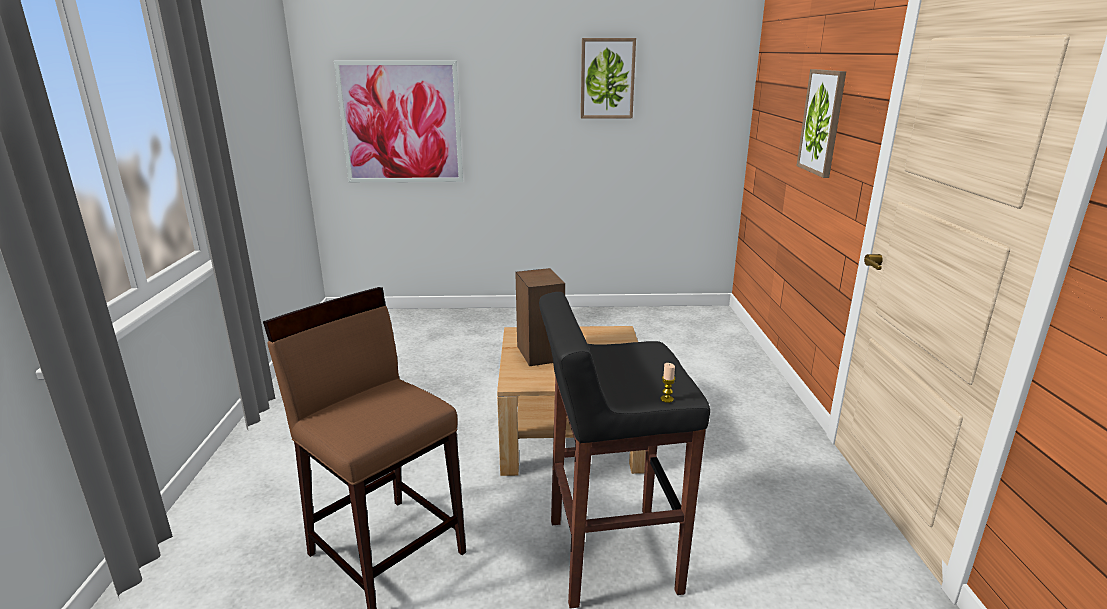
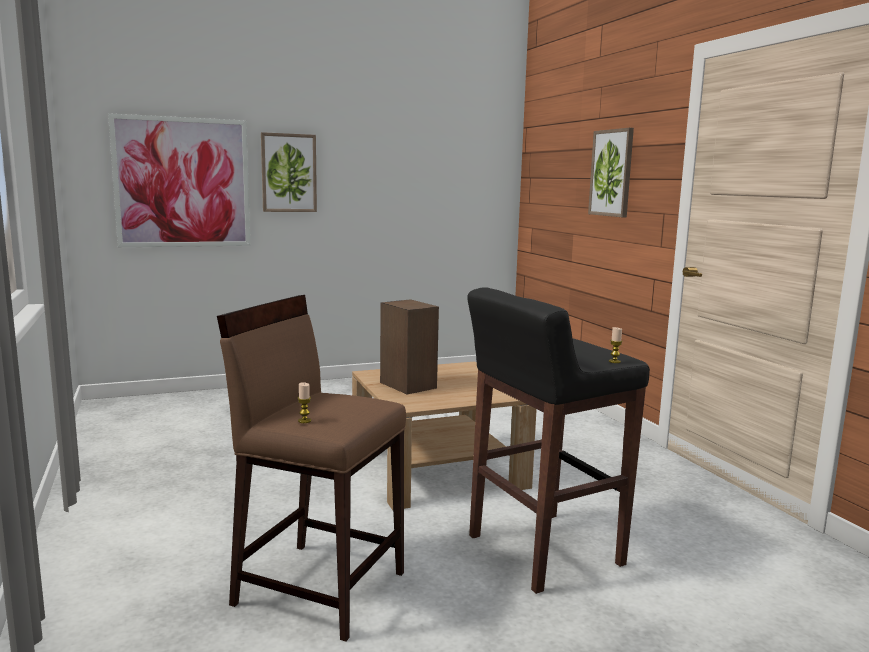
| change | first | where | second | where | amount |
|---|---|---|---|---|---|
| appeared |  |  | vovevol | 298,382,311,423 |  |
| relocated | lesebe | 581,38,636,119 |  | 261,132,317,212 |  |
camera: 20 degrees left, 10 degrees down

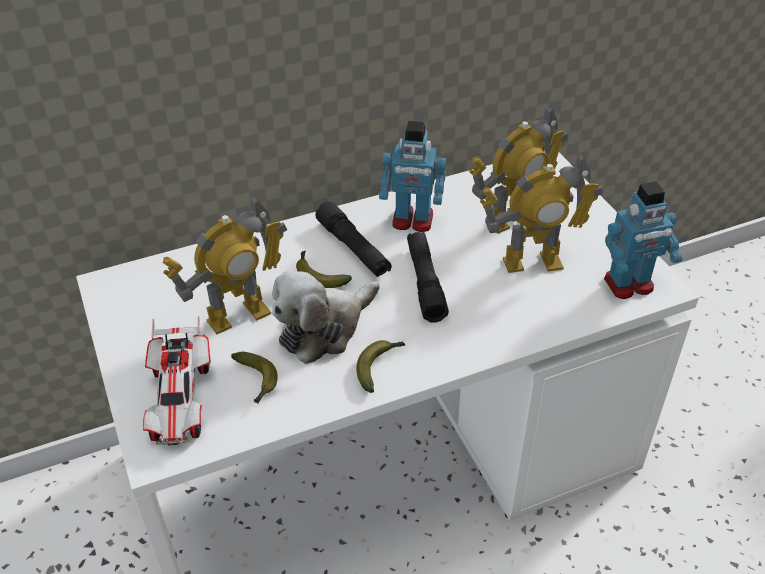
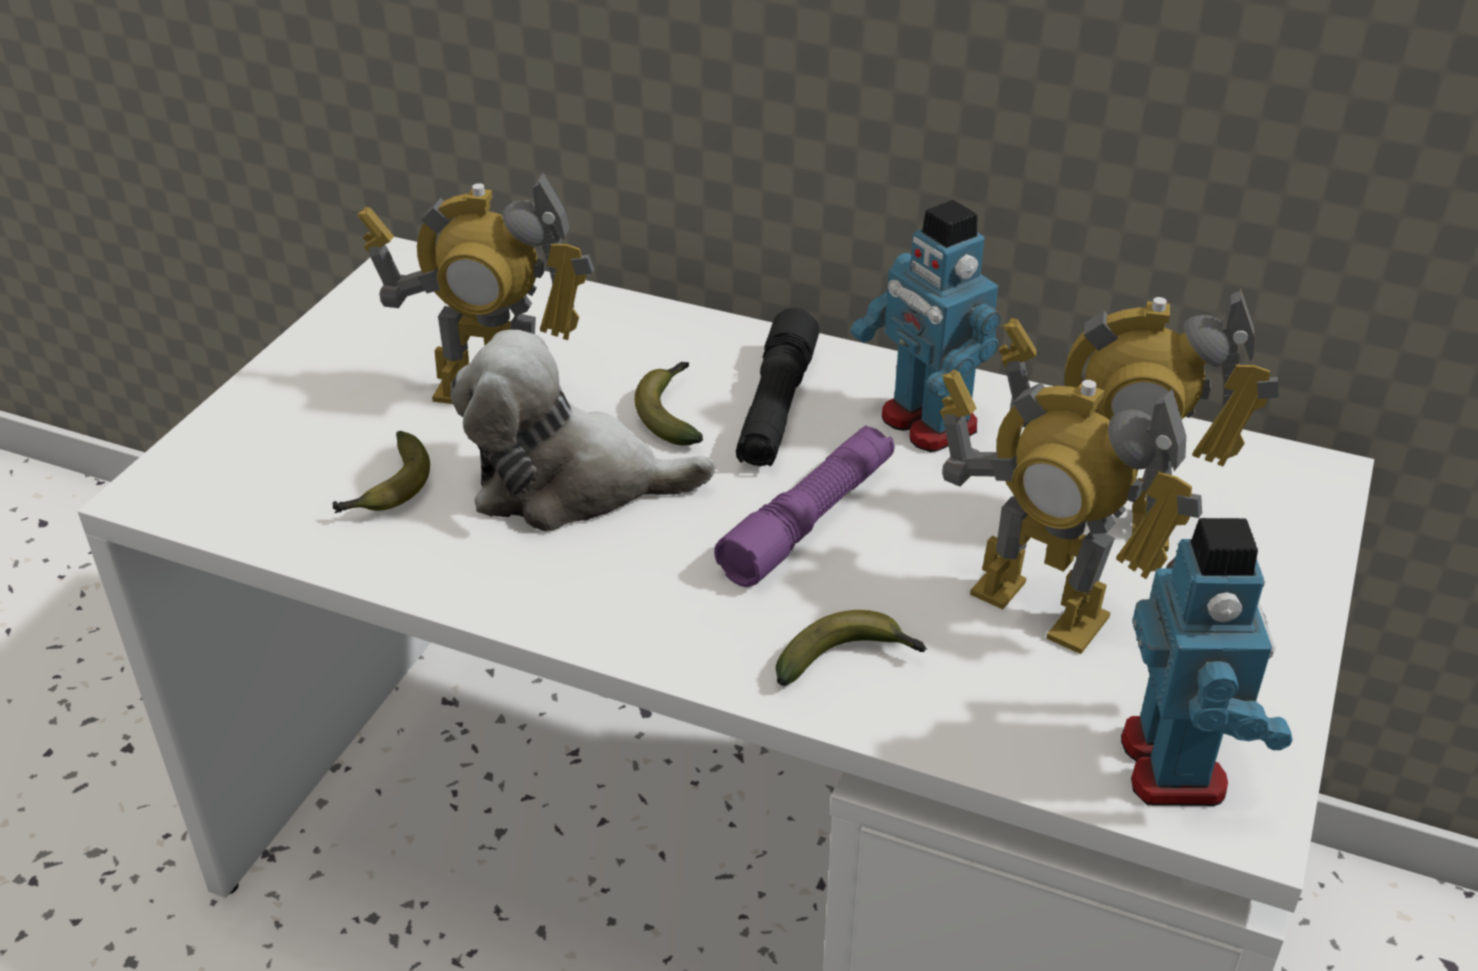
| change | first | where | second | where | amount |
|---|---|---|---|---|---|
| missing | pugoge | 143,316,211,446 |  |  |  |
| relocated | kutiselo | 356,340,405,393 |  | 776,610,927,686 |  |
| colour | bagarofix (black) | 407,232,449,323 | bagarofix (purple) | 714,425,895,587 |  |
| spun | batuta | 604,181,683,299 |  | 1121,518,1293,806 | 120 degrees counterclockwise |
camera: 45 degrees right, 5 degrees down

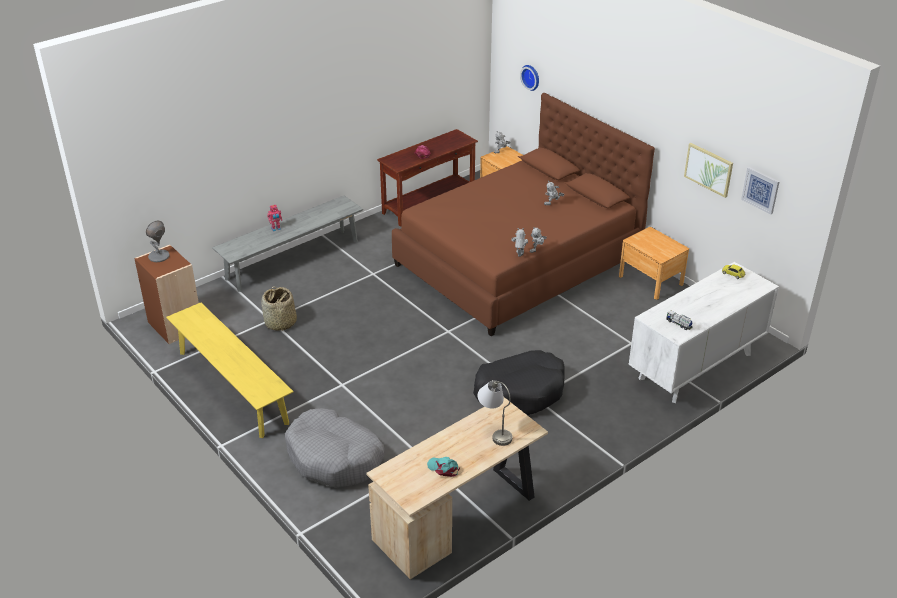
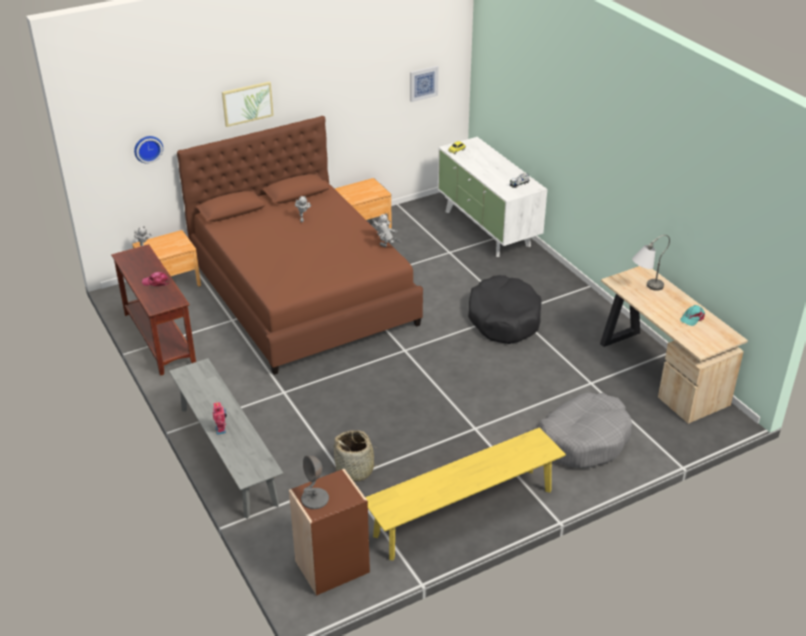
| change | first | where | second | where | amount |
|---|---|---|---|---|---|
| relocated | lesebe | 684,143,733,198 |  | 222,82,274,127 |  |
camera: 80 degrees left, 0 degrees up

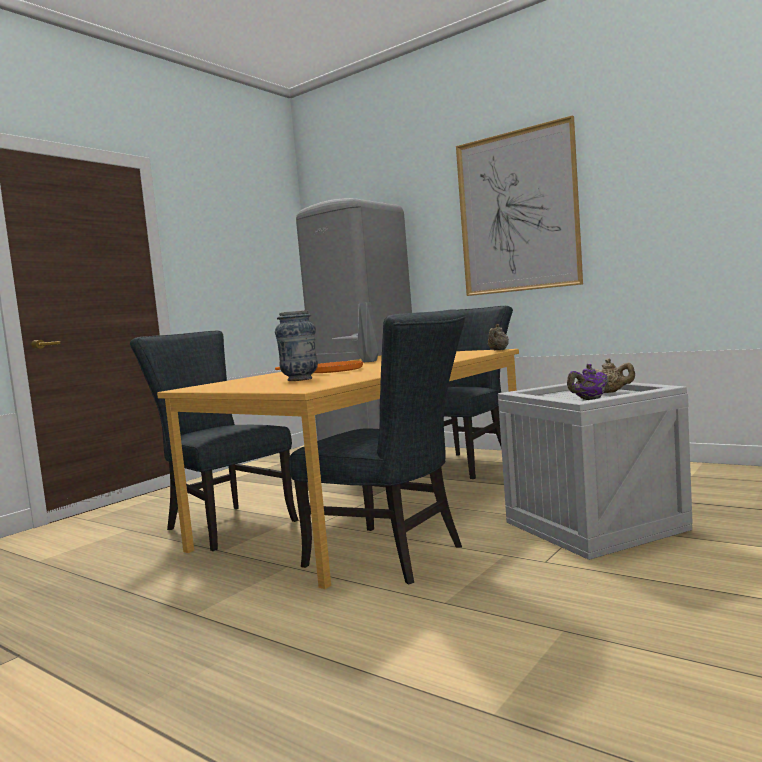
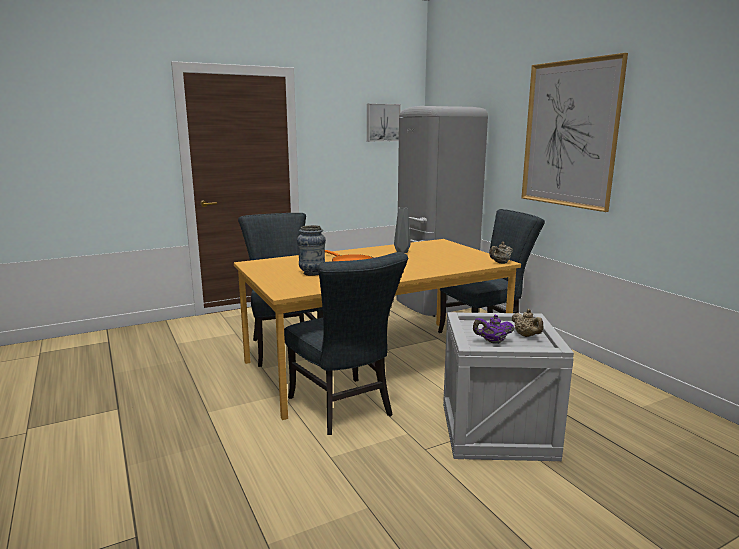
| change | first | where | second | where | amount |
|---|---|---|---|---|---|
| appeared |  |  | lesebe | 367,103,401,142 |  |
camera: 25 degrees right, 10 degrees up

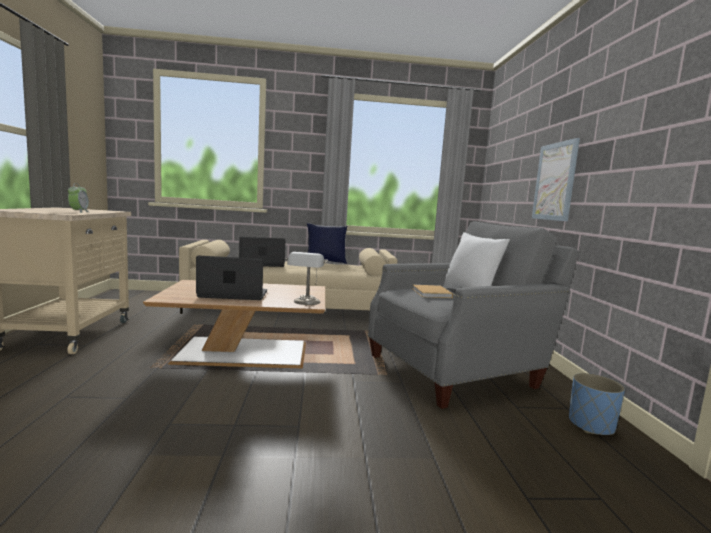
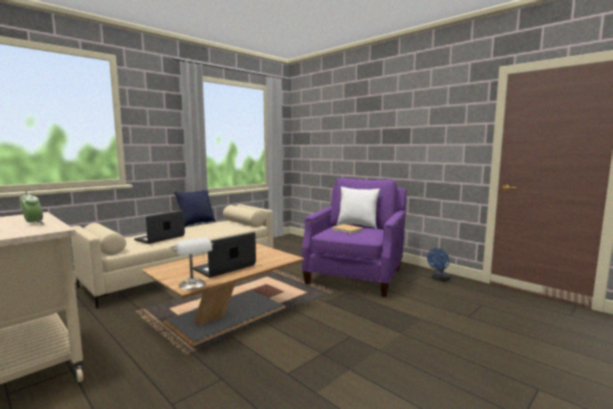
| change | first | where | second | where | amount |
|---|---|---|---|---|---|
| missing | lesebe | 532,138,580,221 |  |  |  |
| relocated | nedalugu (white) | 285,252,328,305 |  | 171,238,214,290 |  |
| exchanged | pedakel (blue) | 569,373,625,435 | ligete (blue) | 427,248,450,281 |  |
| colour | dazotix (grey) | 368,221,579,409 | dazotix (purple) | 302,178,407,297 |  |
camera: 40 degrees left, 0 degrees up

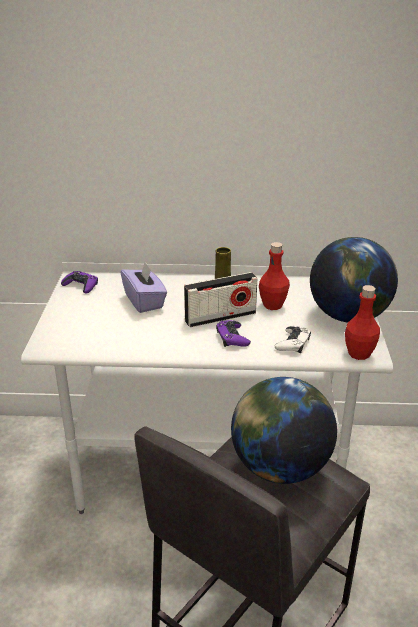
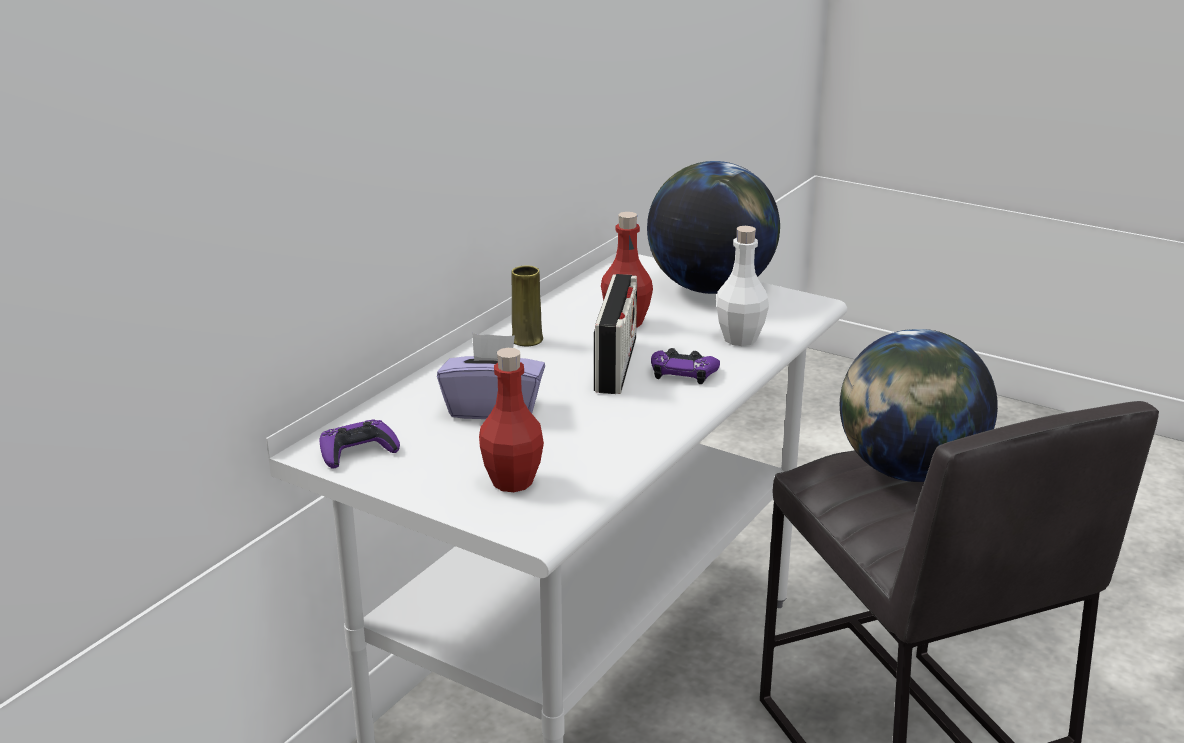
| change | first | where | second | where | amount |
|---|---|---|---|---|---|
| relocated | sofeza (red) | 345,285,380,360 |  | 479,348,544,492 |  |
| exchanged | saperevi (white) | 274,326,311,353 | sofeza (white) | 716,226,769,346 |  |
camera: 60 degrees left, 5 degrees down

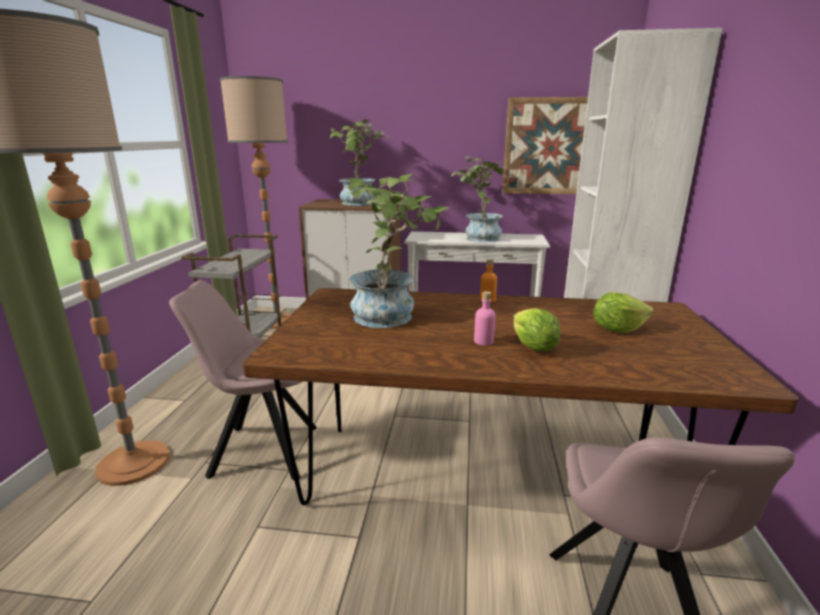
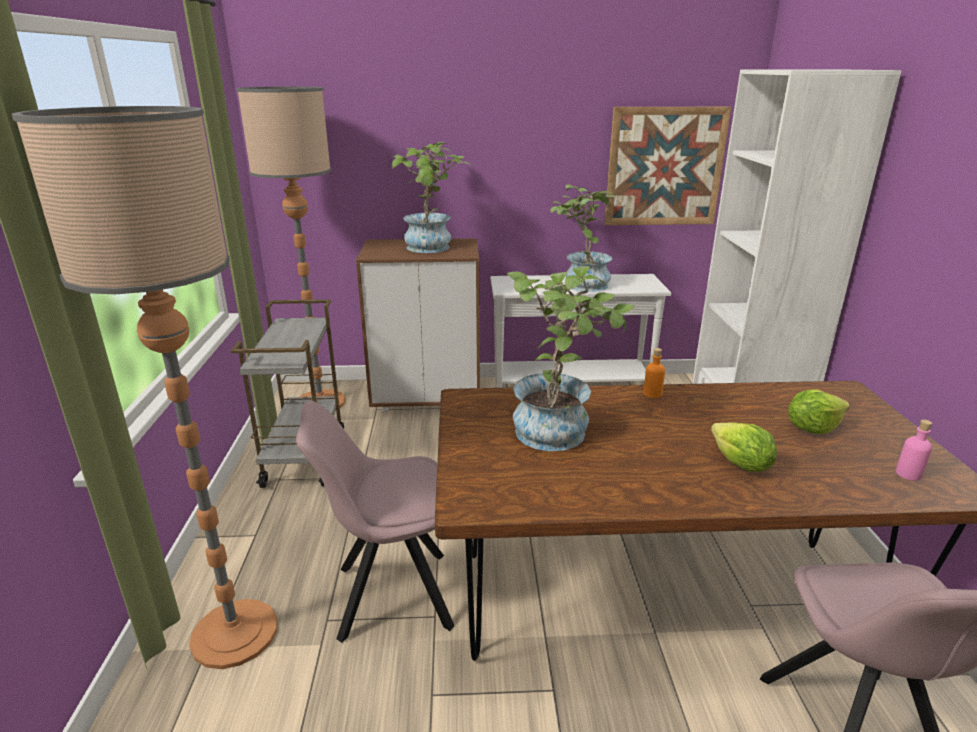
| change | first | where | second | where | amount |
|---|---|---|---|---|---|
| relocated | sofeza (pink) | 474,291,496,346 |  | 896,419,933,481 |  |
camera: 10 degrees left, 5 degrees up

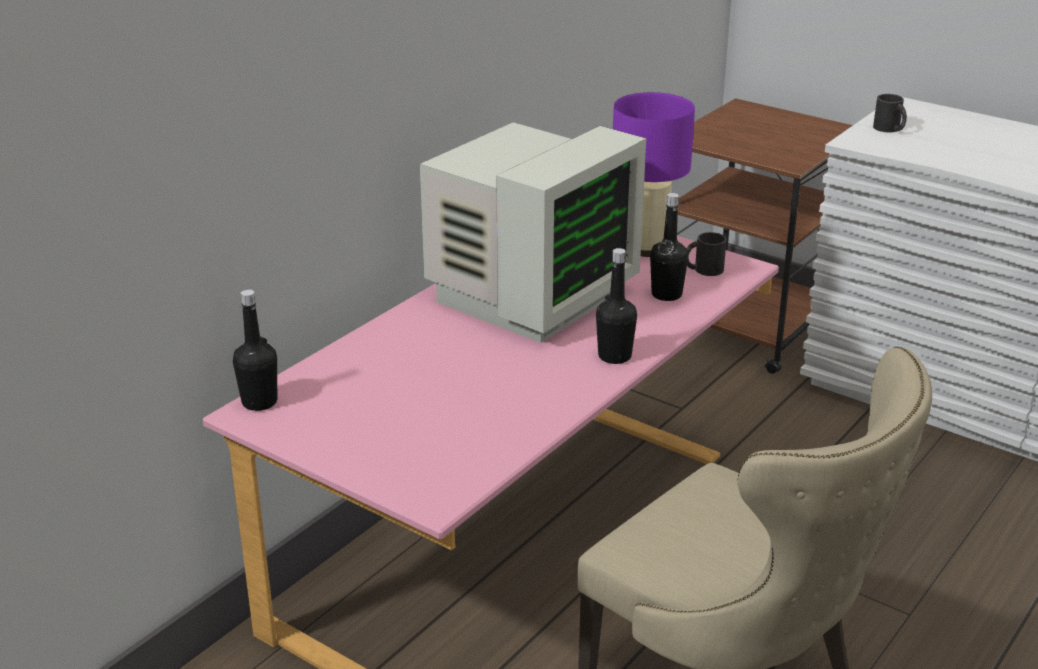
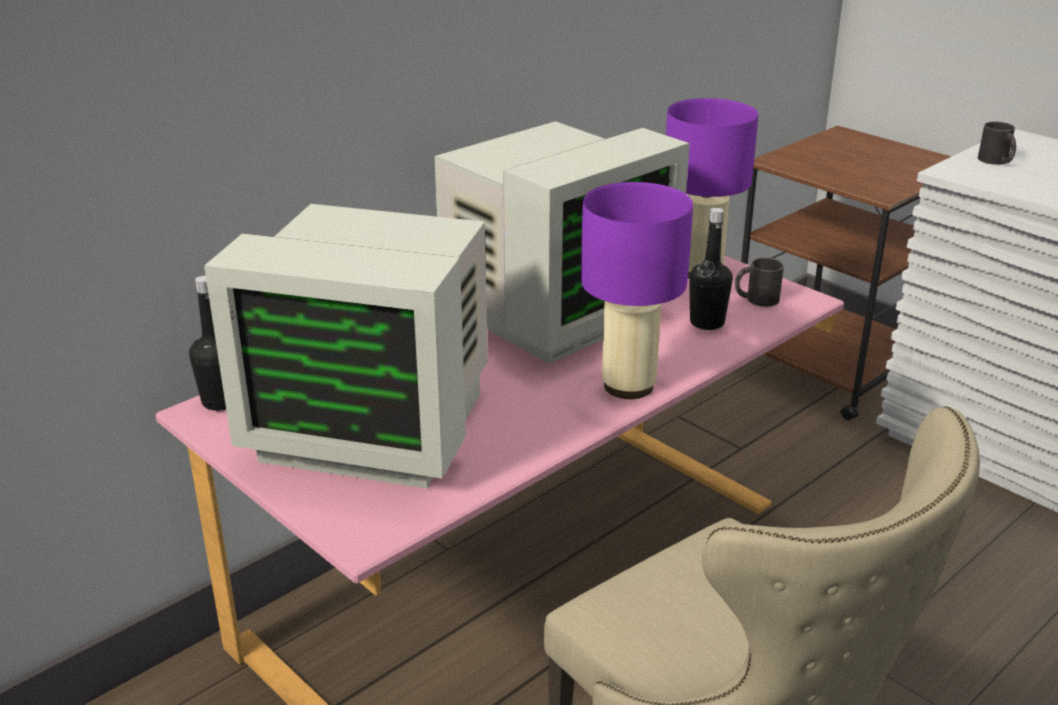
| change | first | where | second | where | amount |
|---|---|---|---|---|---|
| appeared |  |  | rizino | 204,204,488,489 |  |
| exchanged | sofeza (black) | 596,248,637,364 | nedalugu (purple) | 581,182,693,399 |  |
camera: 10 degrees right, 0 degrees up

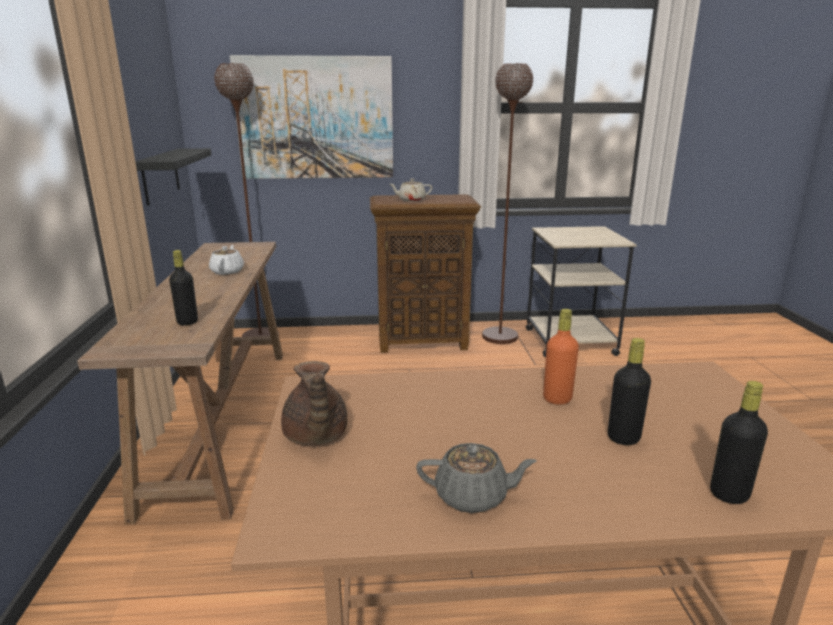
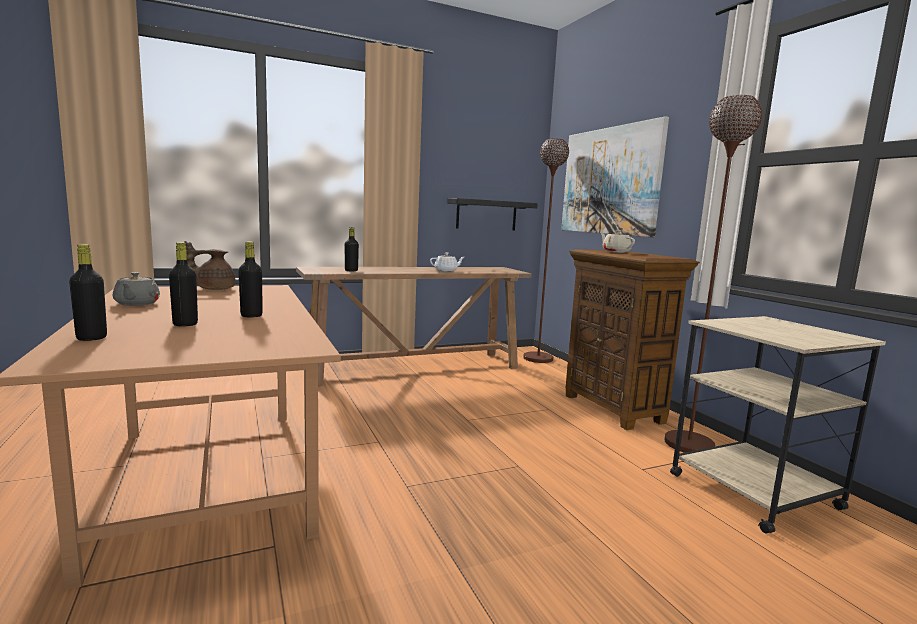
| change | first | where | second | where | amount |
|---|---|---|---|---|---|
| colour | sofeza (orange) | 543,309,579,405 | sofeza (black) | 238,241,263,318 |  |
camera: 70 degrees right, 10 degrees down

